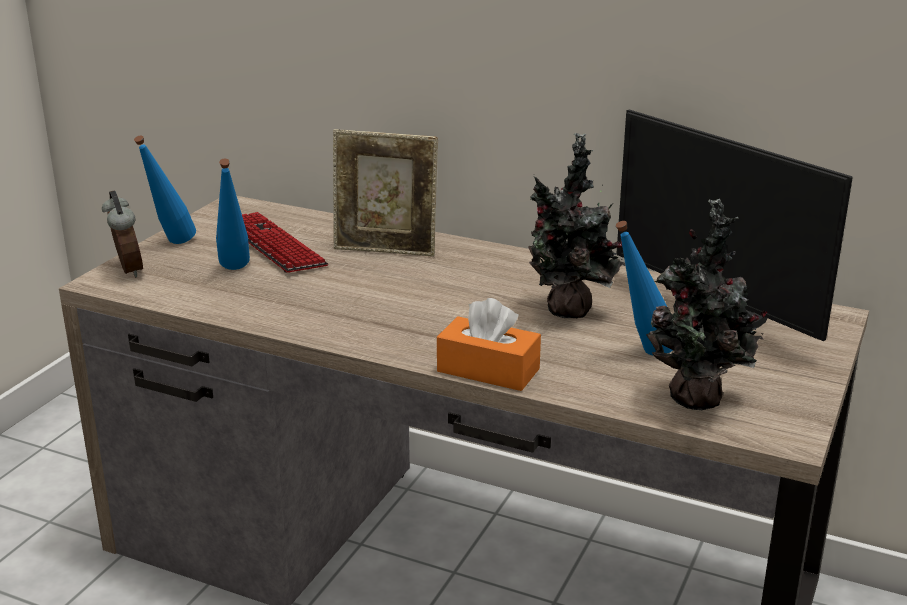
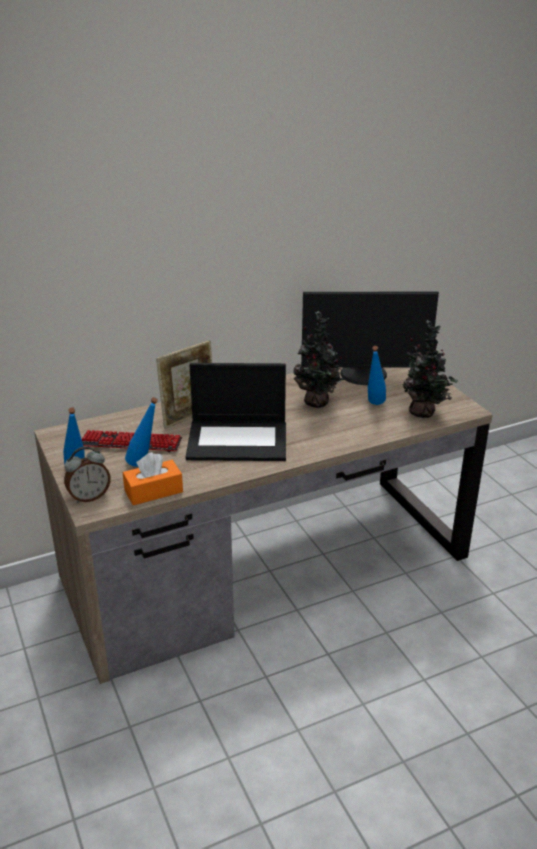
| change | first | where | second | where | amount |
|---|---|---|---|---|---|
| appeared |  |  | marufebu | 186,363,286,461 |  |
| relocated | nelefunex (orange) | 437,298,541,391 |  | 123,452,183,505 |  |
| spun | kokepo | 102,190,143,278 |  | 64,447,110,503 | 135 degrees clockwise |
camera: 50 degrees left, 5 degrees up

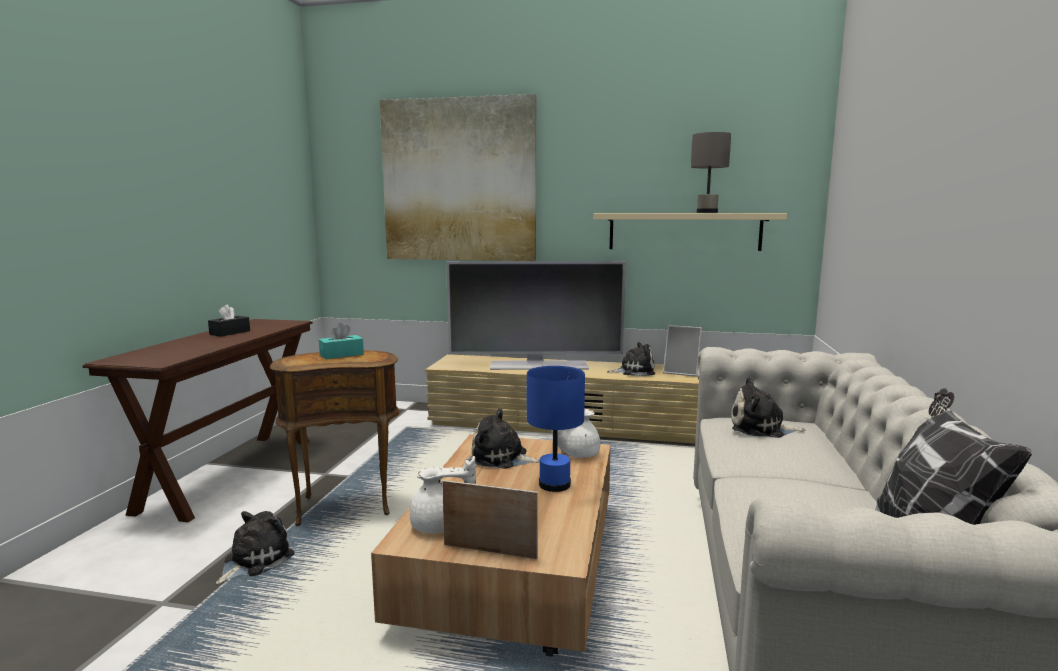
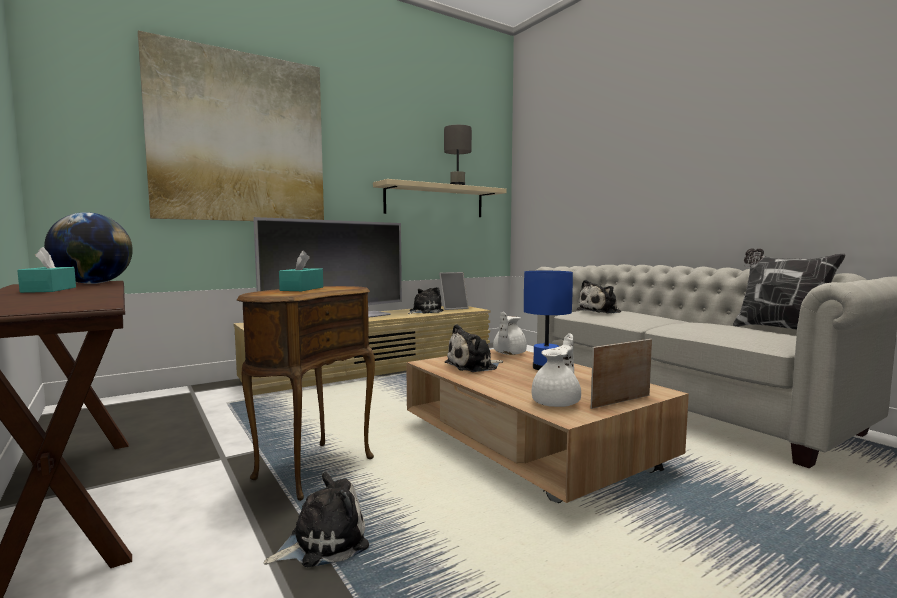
| change | first | where | second | where | amount |
|---|---|---|---|---|---|
| appeared |  |  | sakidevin | 44,212,133,284 |  |
| colour | nelefunex (black) | 208,305,250,337 | nelefunex (turquoise) | 17,247,76,293 |  |
| spun | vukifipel | 216,511,294,584 |  | 263,472,369,567 | 75 degrees clockwise |
camera: 45 degrees left, 5 degrees down

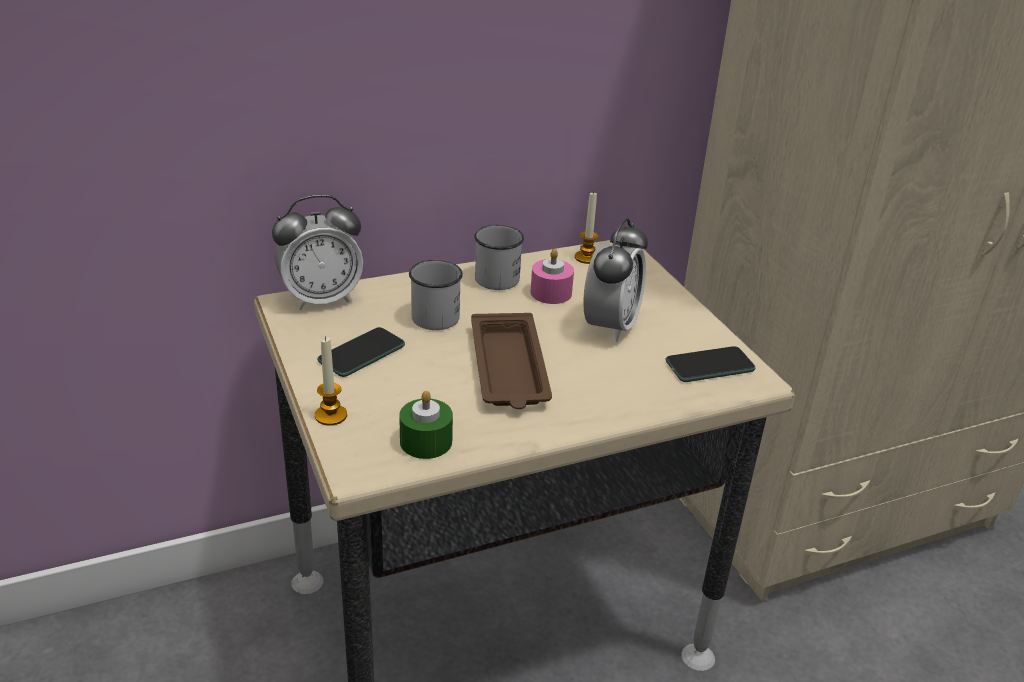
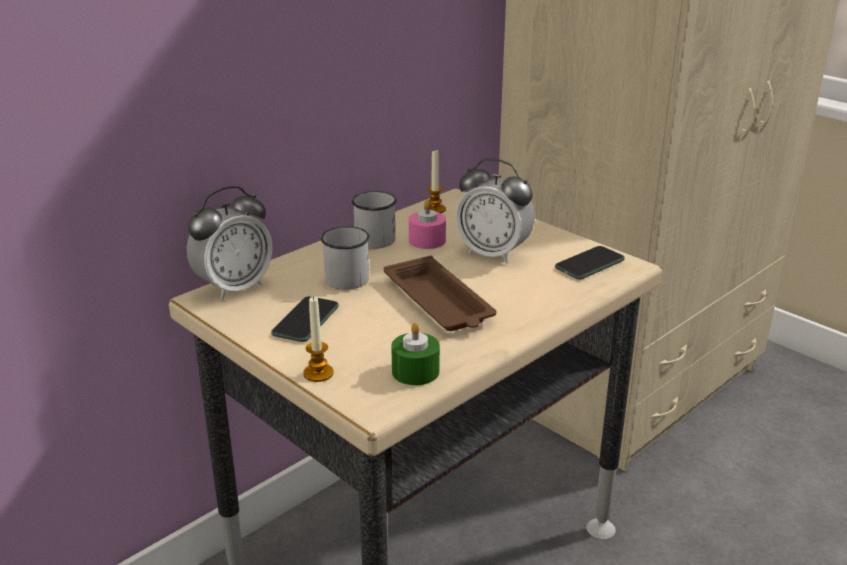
| change | first | where | second | where | amount |
|---|---|---|---|---|---|
| spun | kokepo | 583,218,648,342 |  | 456,158,535,264 | 120 degrees clockwise |
camera: 20 degrees left, 5 degrees down

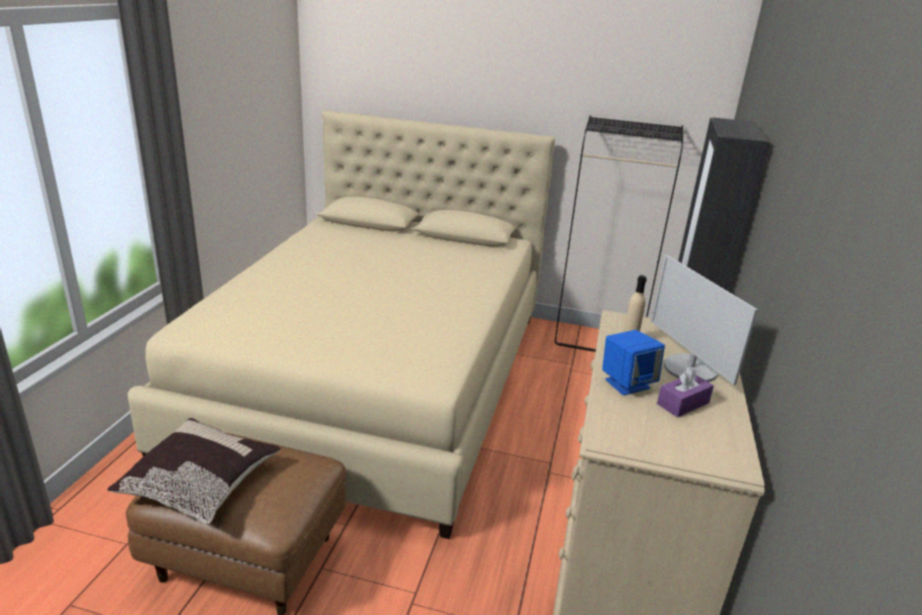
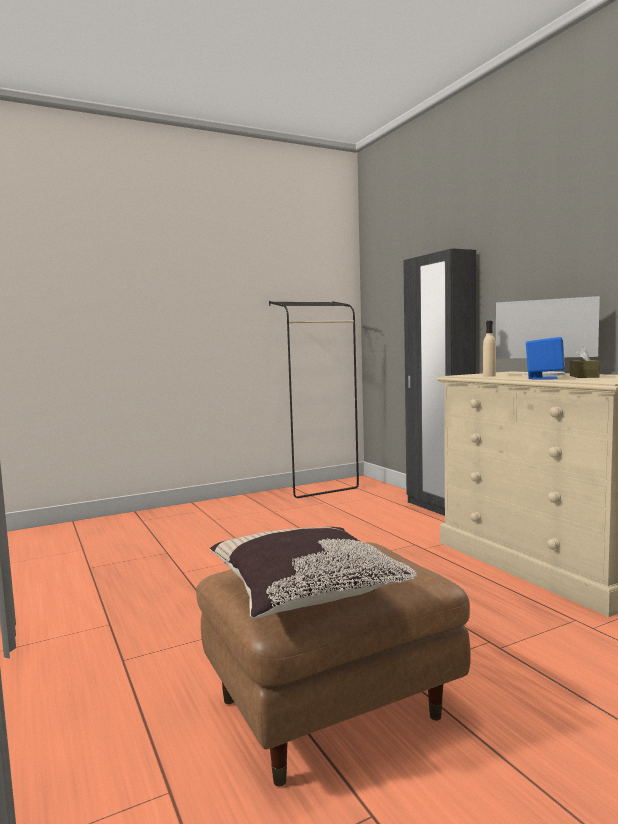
| change | first | where | second | where | amount |
|---|---|---|---|---|---|
| missing | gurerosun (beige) | 127,110,555,539 |  |  |  |
| colour | nelefunex (purple) | 657,366,714,417 | nelefunex (brown) | 570,345,600,378 |  |
camera: 40 degrees left, 20 degrees down

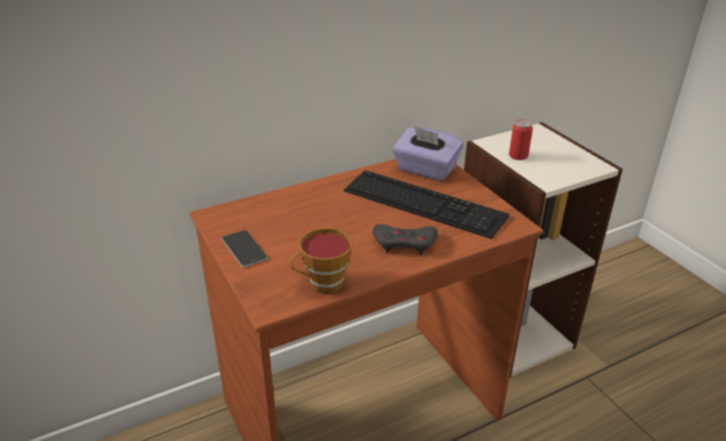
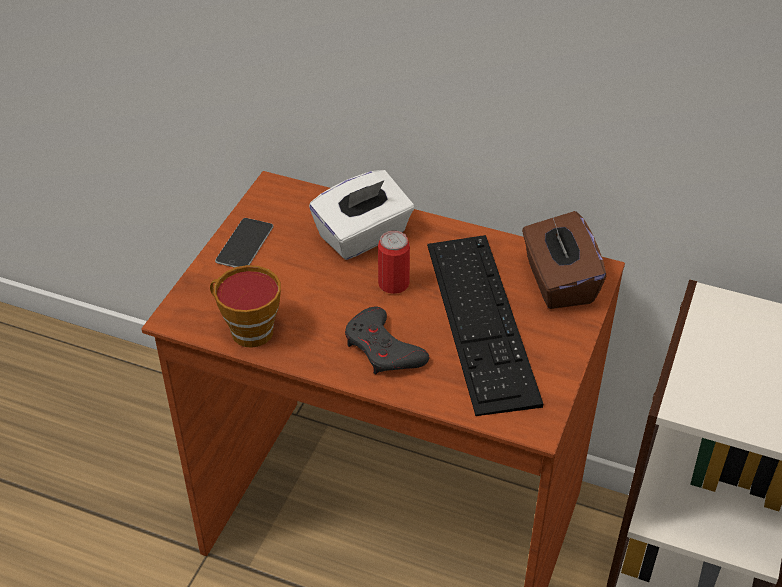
| change | first | where | second | where | amount |
|---|---|---|---|---|---|
| appeared |  |  | nelefunex (white) | 309,170,414,260 |  |
| relocated | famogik | 509,119,533,160 |  | 378,231,410,294 |  |
| colour | nelefunex (purple) | 393,126,463,181 | nelefunex (brown) | 522,211,607,309 |  |
camera: 50 degrees right, 10 degrees up

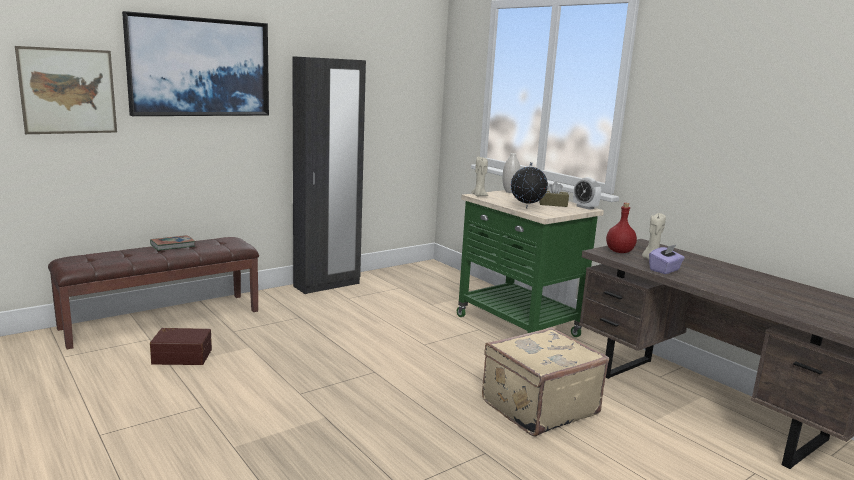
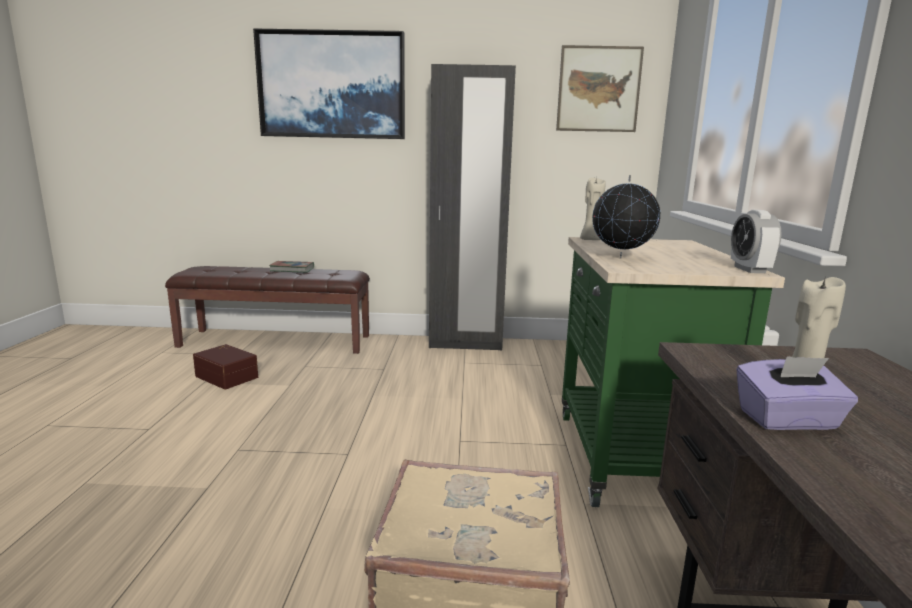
| change | first | where | second | where | amount |
|---|---|---|---|---|---|
| missing | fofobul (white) | 502,153,520,193 |  |  |  |
| missing | nelefunex (brown) | 539,182,569,207 |  |  |  |
| missing | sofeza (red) | 606,203,637,253 |  |  |  |
| relocated | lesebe | 15,46,117,134 |  | 556,45,644,132 |  |
camera: 40 degrees right, 0 degrees up

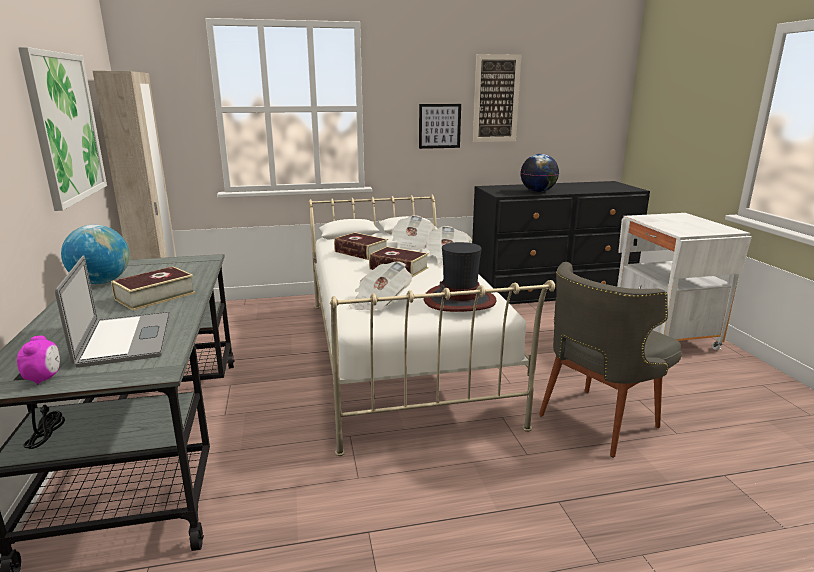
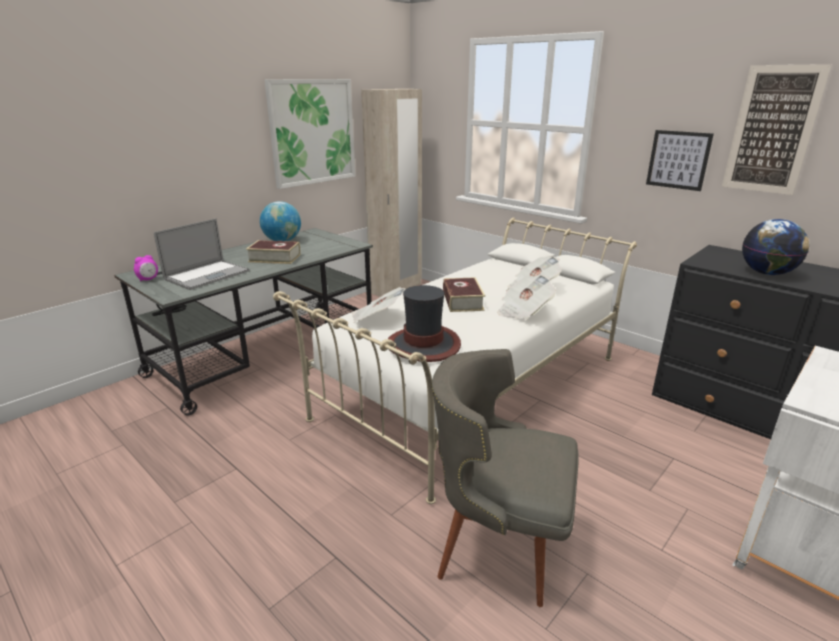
| change | first | where | second | where | amount |
|---|---|---|---|---|---|
| missing | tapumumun | 334,232,388,260 |  |  |  |
camera: 55 degrees right, 5 degrees up

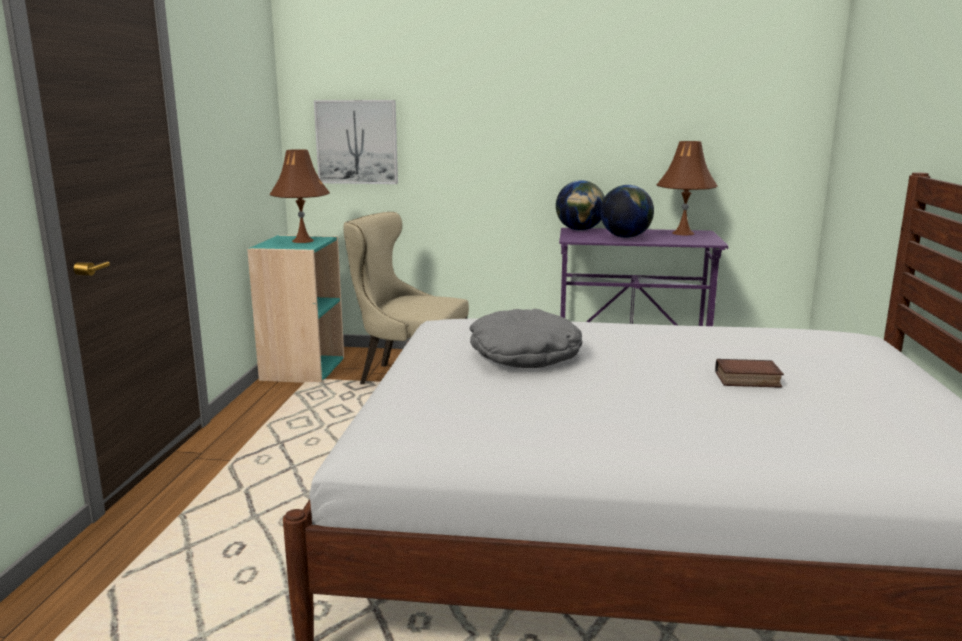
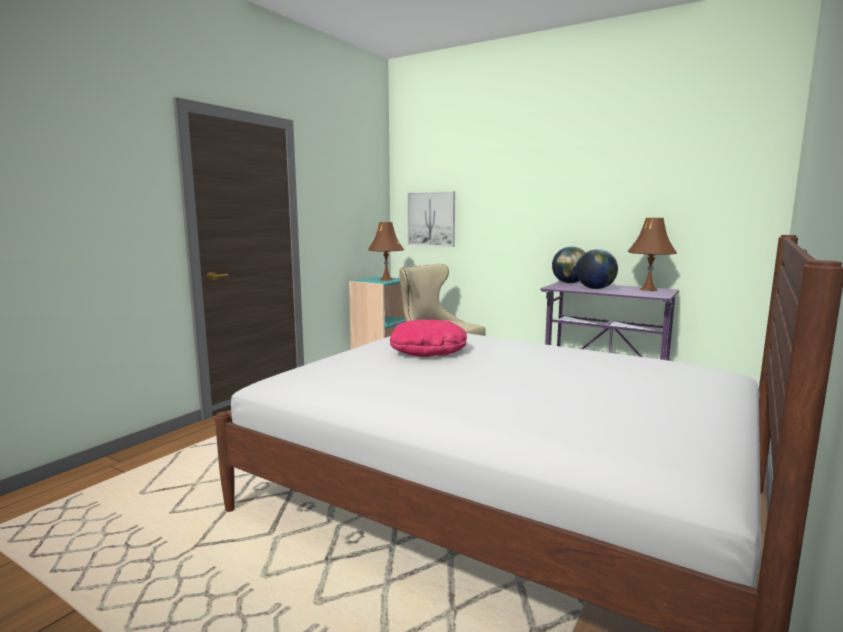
| change | first | where | second | where | amount |
|---|---|---|---|---|---|
| missing | tapumumun | 715,359,784,388 |  |  |  |
| colour | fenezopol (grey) | 469,309,582,368 | fenezopol (pink) | 390,319,467,357 |  |
camera: 25 degrees right, 5 degrees down

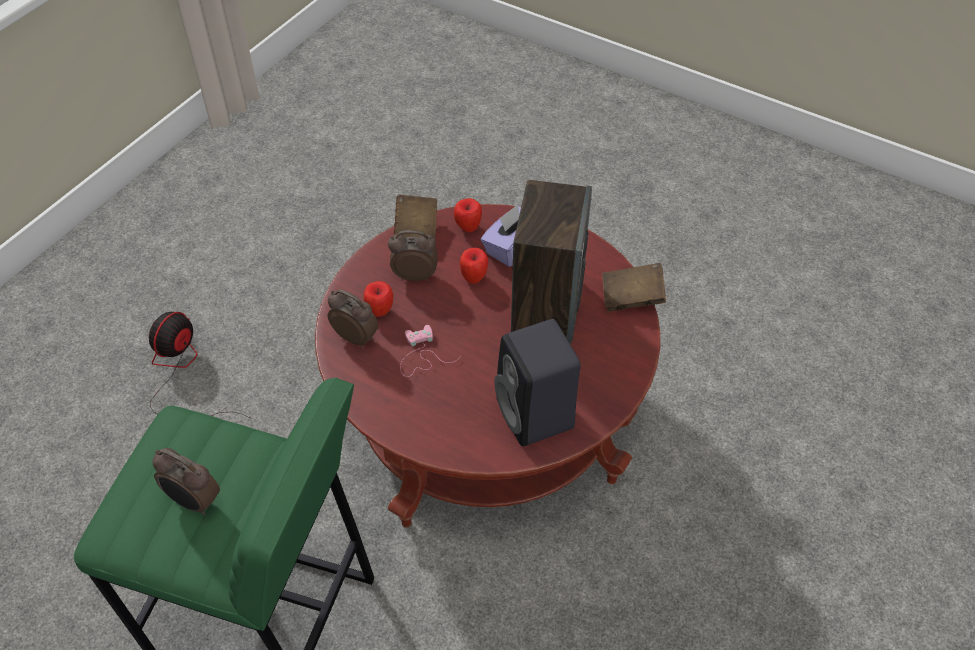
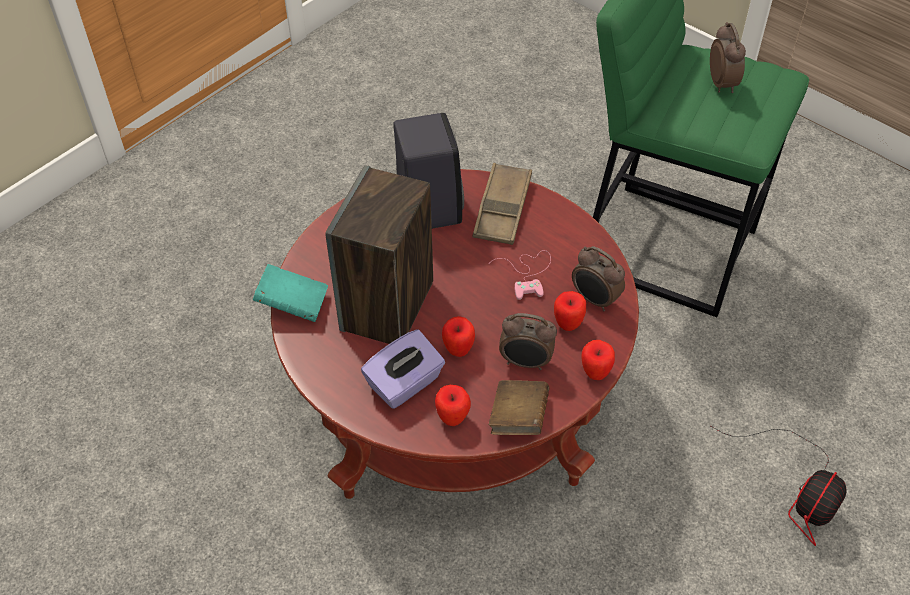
| change | first | where | second | where | amount |
|---|---|---|---|---|---|
| appeared |  |  | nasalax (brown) | 472,163,532,245 |  |
| appeared |  |  | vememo | 581,340,615,380 |  |
| colour | tapumumun (brown) | 602,263,666,312 | tapumumun (turquoise) | 253,264,328,322 |  |
| spun | kokepo | 152,448,220,515 |  | 710,22,746,93 | 45 degrees clockwise |
camera: 170 degrees left, 0 degrees up

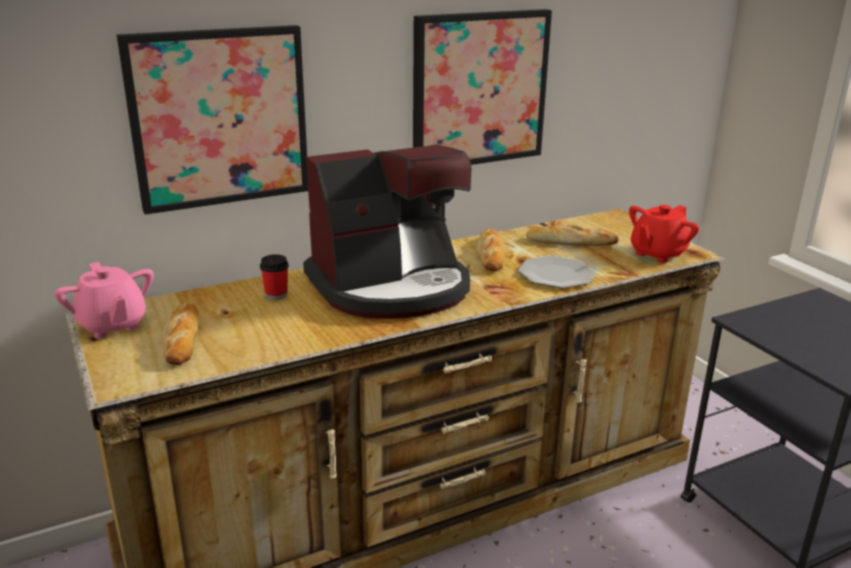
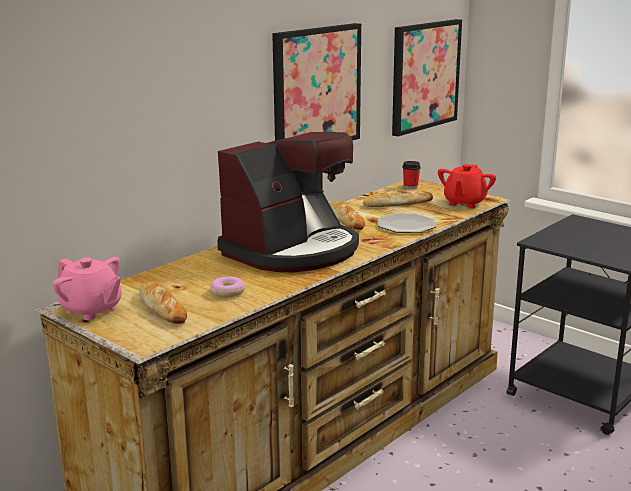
| change | first | where | second | where | amount |
|---|---|---|---|---|---|
| appeared |  |  | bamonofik | 210,276,245,298 |  |
| relocated | lesebe | 117,25,308,215 |  | 392,19,462,136 |  |
| relocated | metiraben | 260,254,289,300 |  | 402,161,421,189 |  |
camera: 20 degrees left, 5 degrees down

